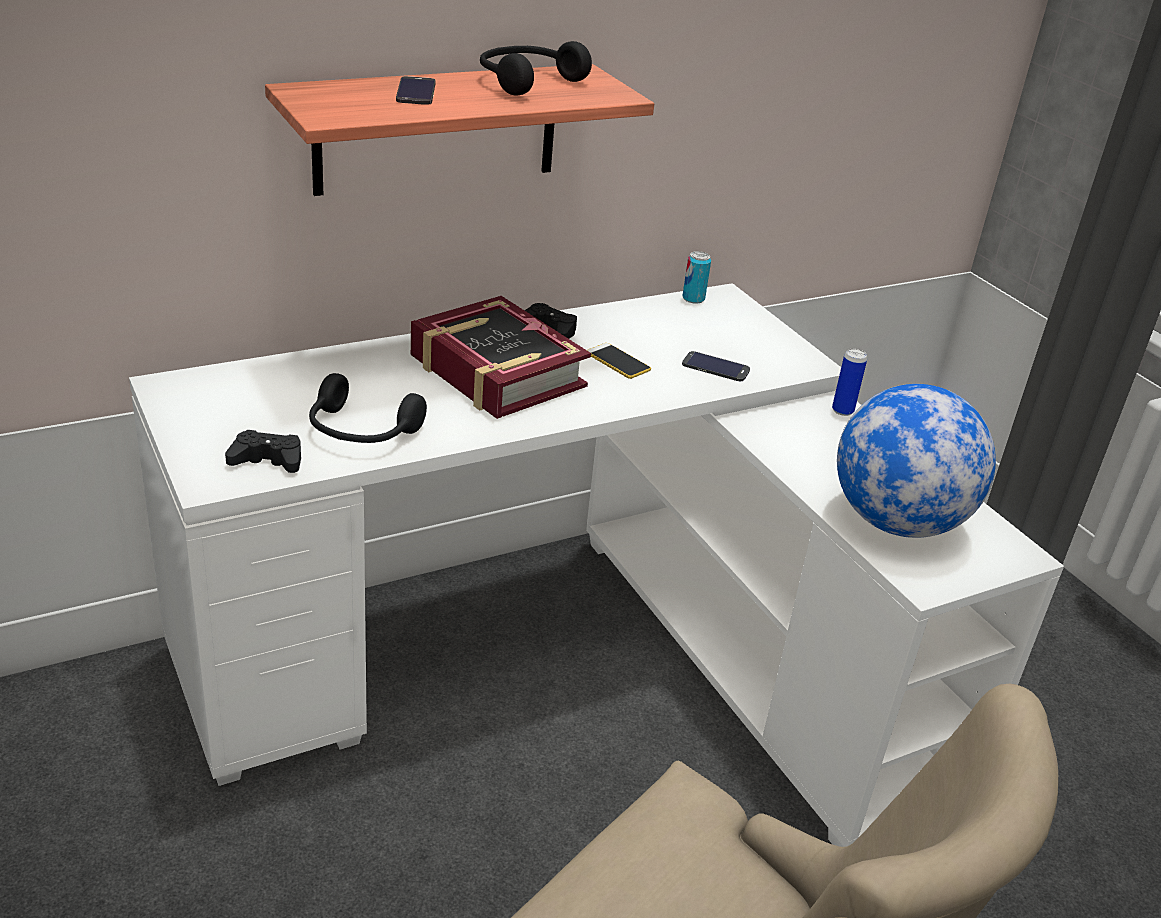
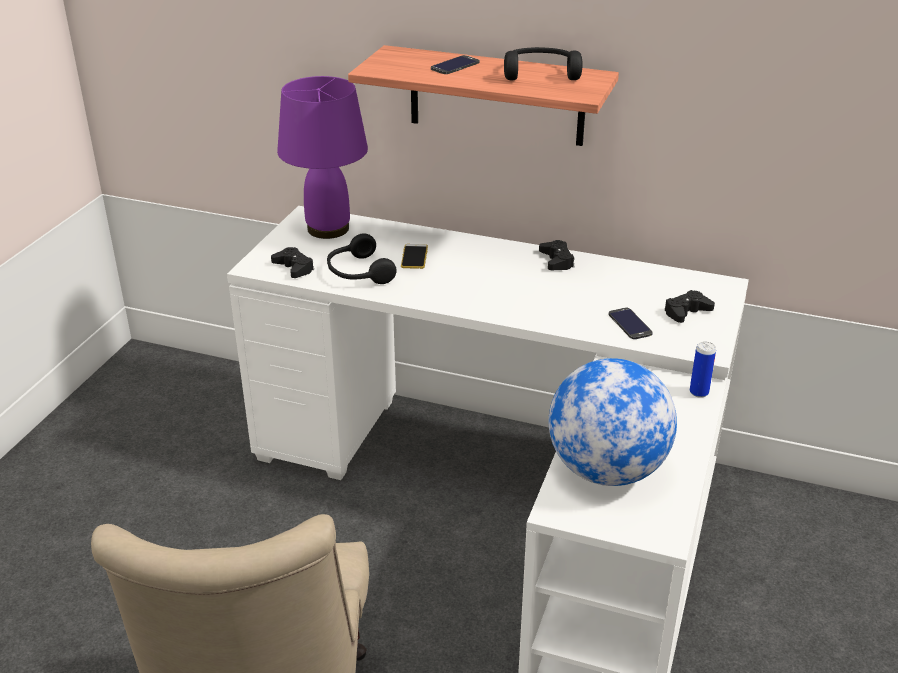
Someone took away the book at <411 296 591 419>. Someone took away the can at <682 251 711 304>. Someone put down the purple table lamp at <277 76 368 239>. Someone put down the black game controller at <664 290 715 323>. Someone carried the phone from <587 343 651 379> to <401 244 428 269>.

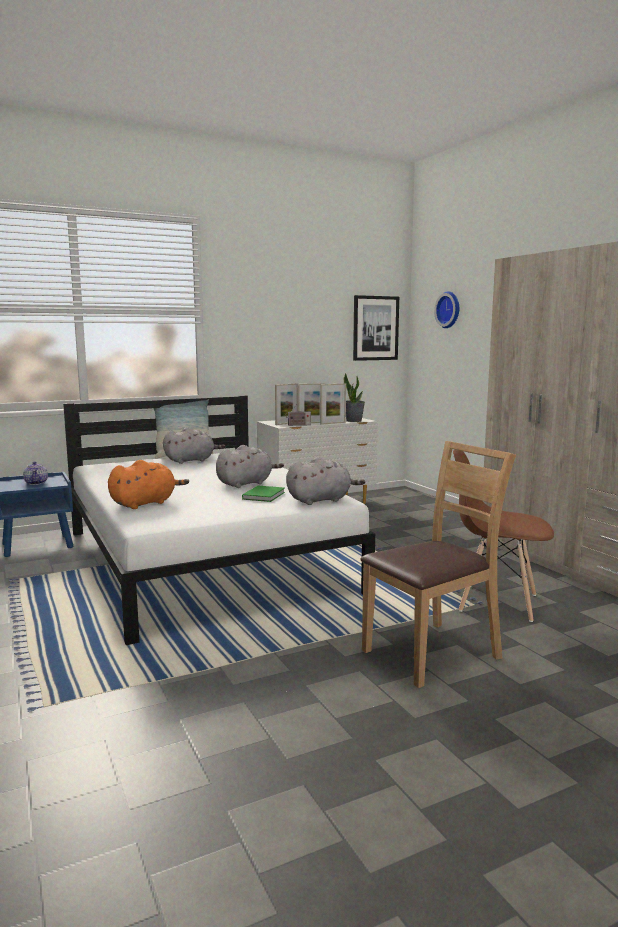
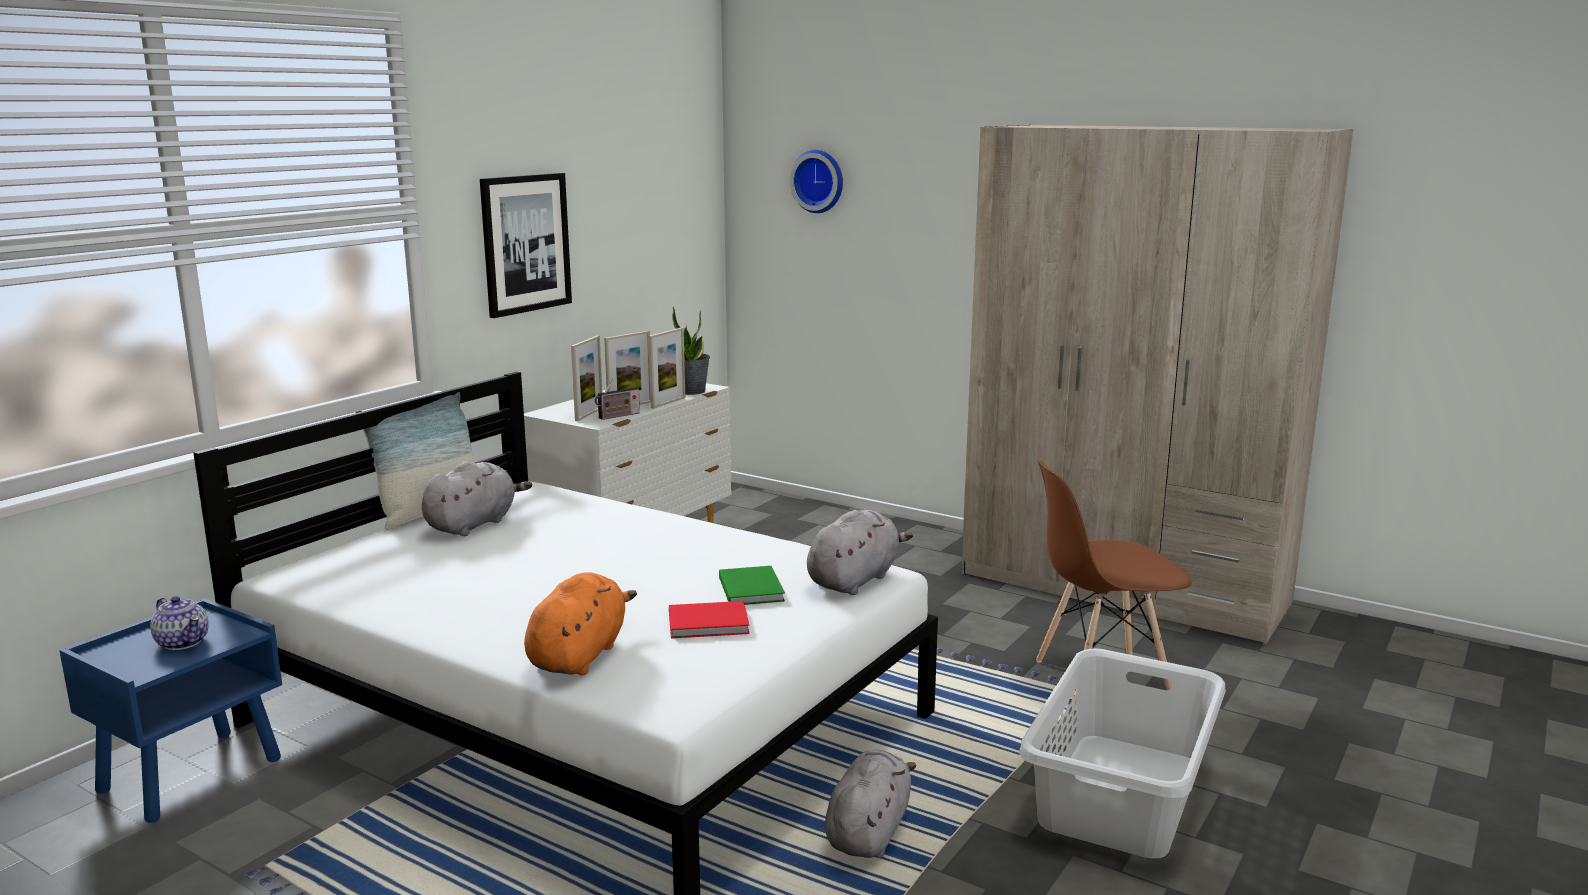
Someone put down the red book at <669 601 749 639>. Someone carried the grey plush toy from <216 445 284 488> to <825 750 916 858>. Someone carried the picture from <353 295 399 361> to <480 173 572 318>. Someone swapped the brown chair at <361 441 516 688> for the grey laundry basket at <1019 648 1226 859>.

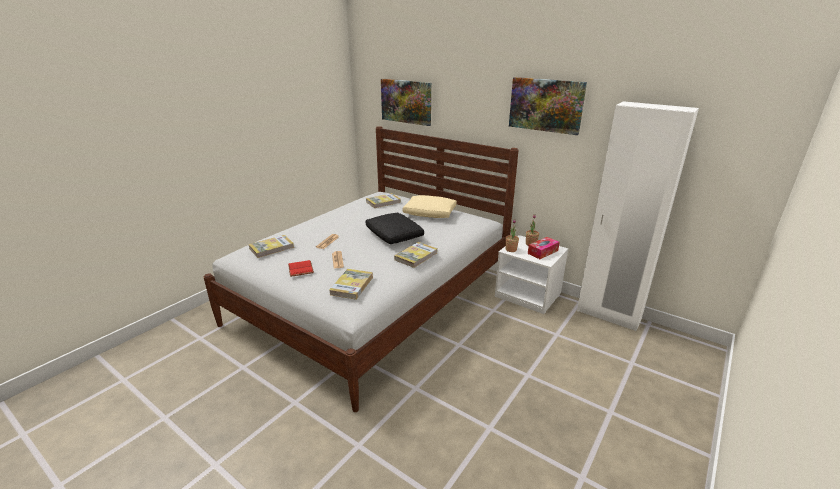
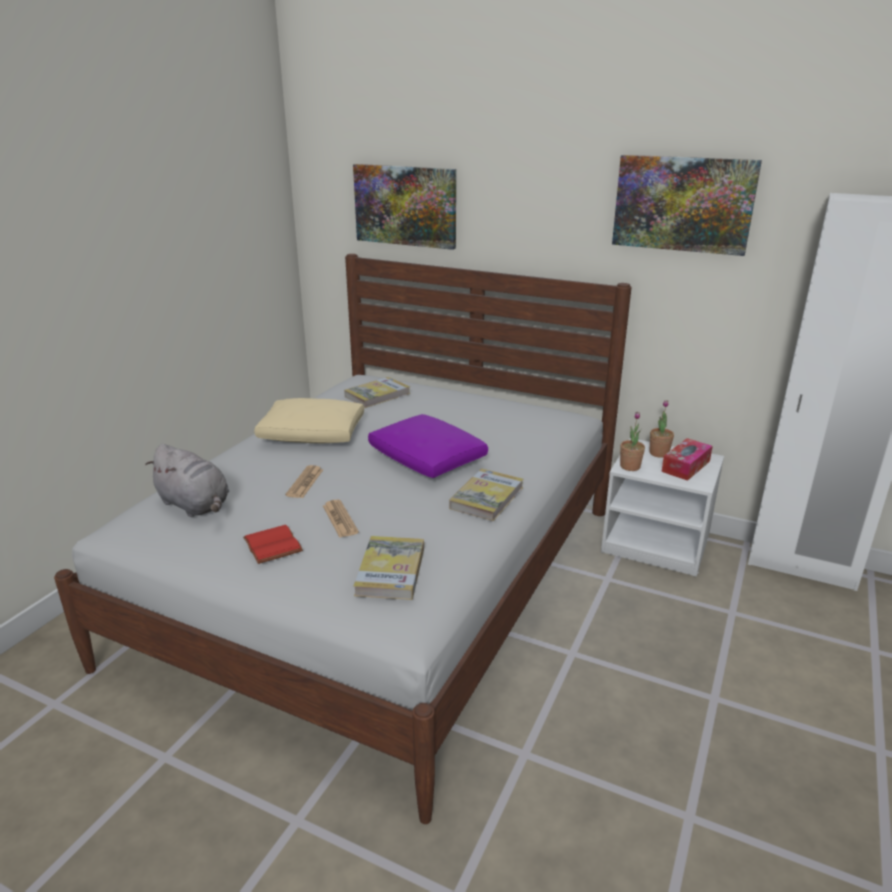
Someone carried the beige pillow from <402 195 457 218> to <254 398 364 443>. Someone swapped the book at <249 235 294 258> for the grey plush toy at <145 444 229 517>. Someone repainted the black pillow at <365 213 424 244>, which became the purple pillow at <368 414 488 478>.

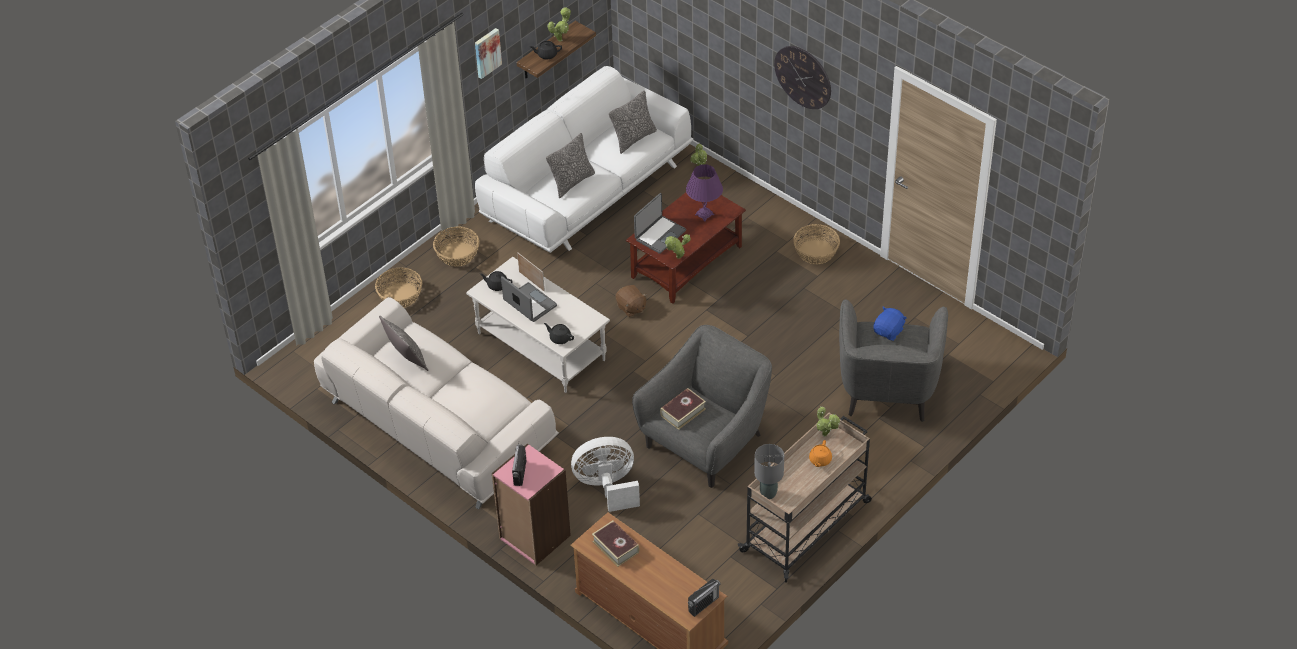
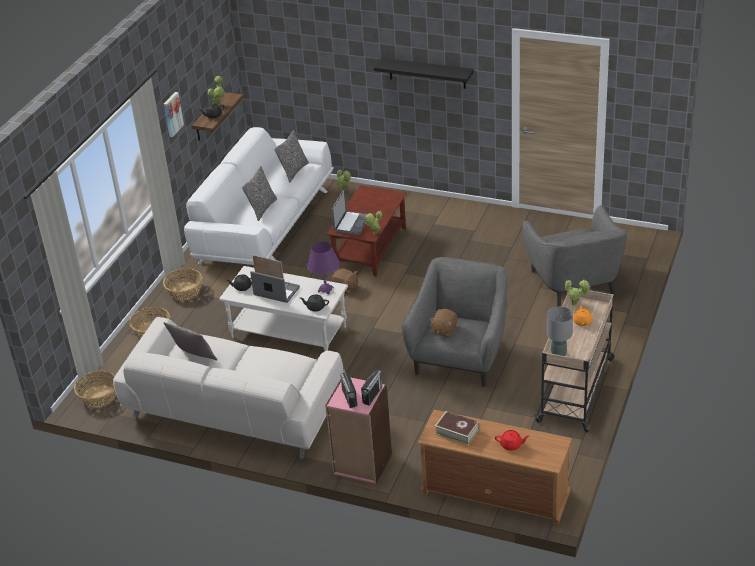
Someone took away the white fan at <571 437 640 512>. Someone took away the blue plush toy at <874 306 907 341>. Someone put down the red teapot at <495 430 530 450>. Someone carried the purple table lamp from <686 164 723 222> to <307 241 340 295>. Someone carried the radio from <688 579 721 617> to <361 370 382 406>. Someone carried the basket from <793 224 840 264> to <74 370 116 407>. Someone swapped the book at <660 388 706 430> for the brown plush toy at <429 309 457 337>. Someone swapped the wall clock at <774 46 831 109> for the black shelf at <374 58 474 89>.

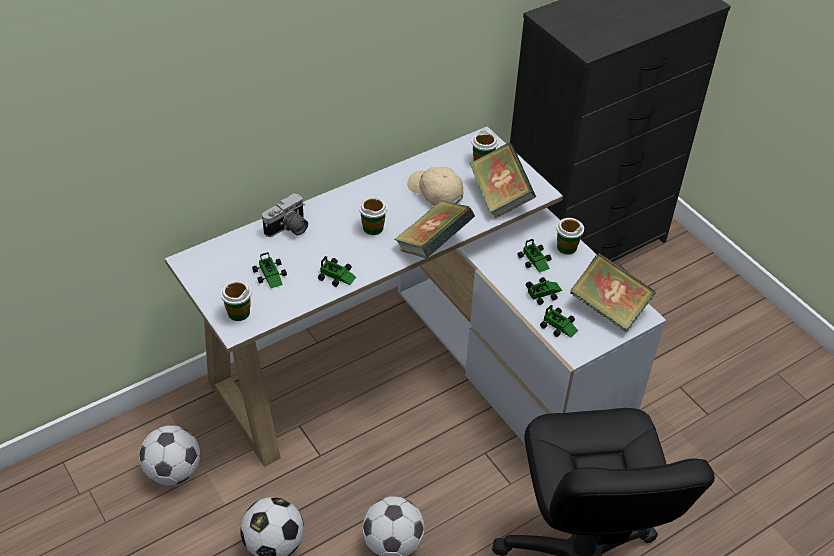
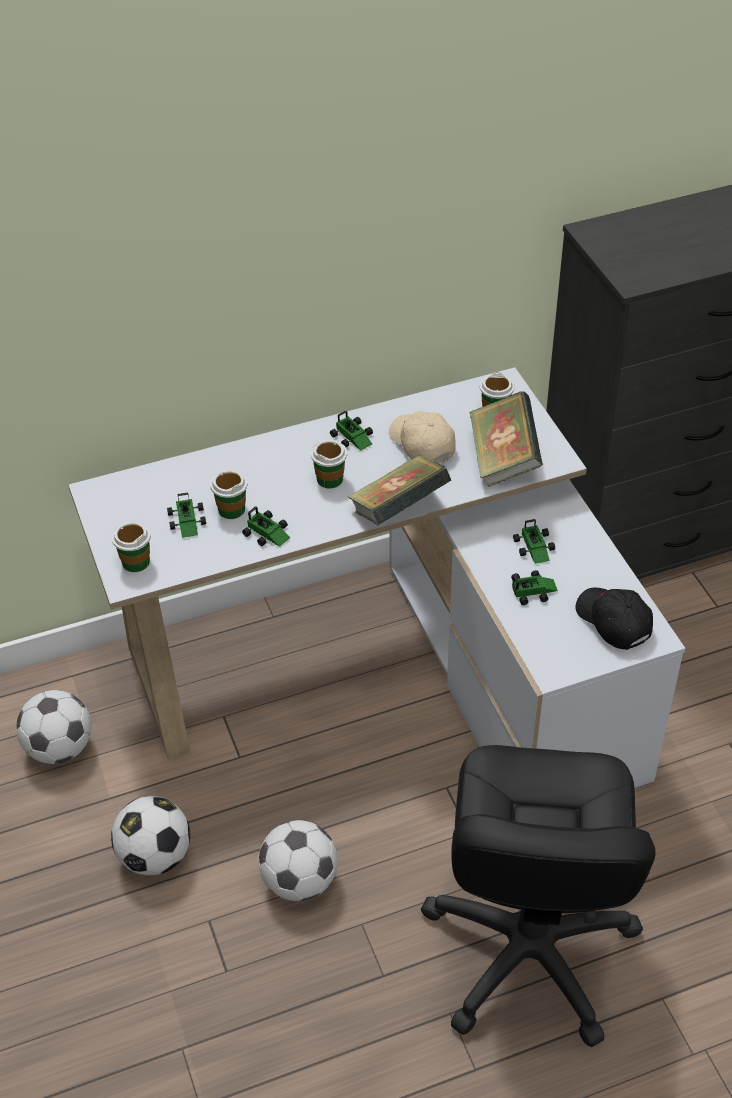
Someone took away the photo camera at <262 193 308 237>. Someone carried the toy car from <540 305 578 337> to <330 411 373 451>. Someone carried the cup from <556 218 584 255> to <210 470 247 519>. Someone swapped the book at <570 253 656 333> for the black cap at <576 587 653 650>.

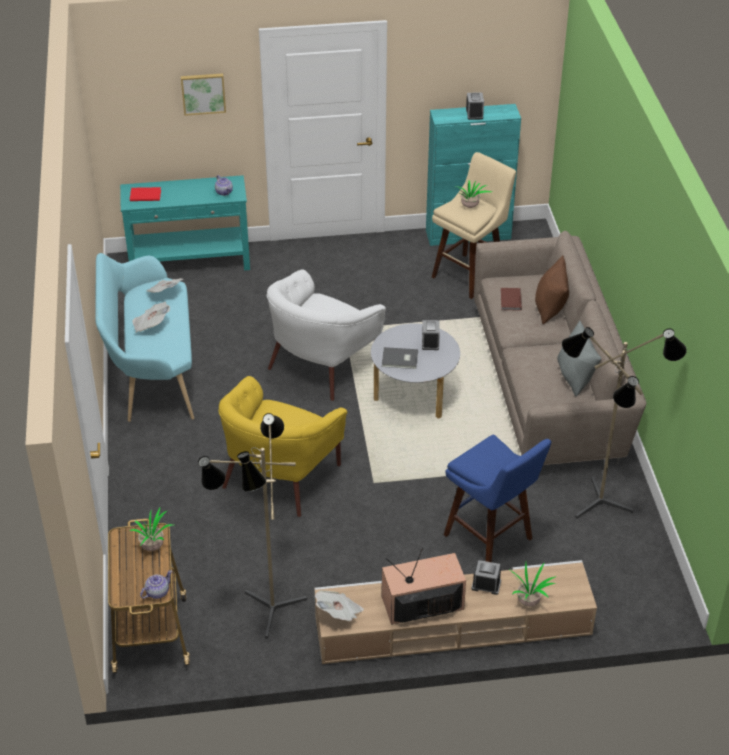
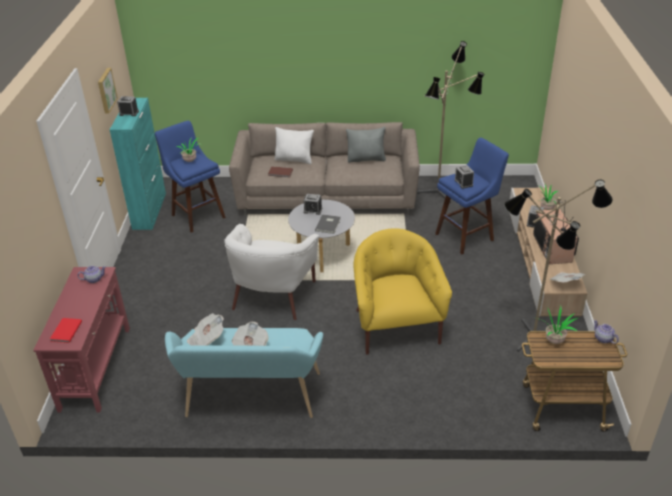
Someone put down the alarm clock at <454 165 474 189>. Someone carried the picture from <181 73 226 116> to <98 68 118 114>. Someone repainted the turquoise console table at <120 175 250 271>, which became the red console table at <33 267 130 413>. Someone repainted the beige stool at <432 152 516 299>, which became the blue stool at <155 121 226 233>. Someone repainted the brown pillow at <535 255 569 324>, which became the white pillow at <275 127 314 164>. Someone rotated the yellow armchair at <218 376 347 517> by 135 degrees counterclockwise. Someone rotated the white armchair at <266 269 386 401> by 60 degrees clockwise.

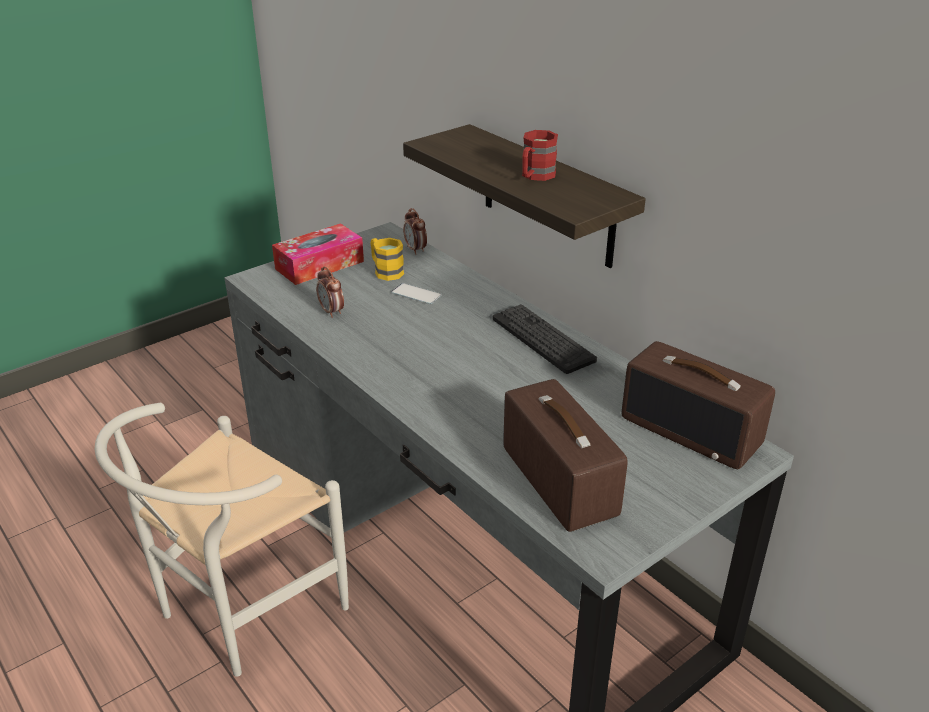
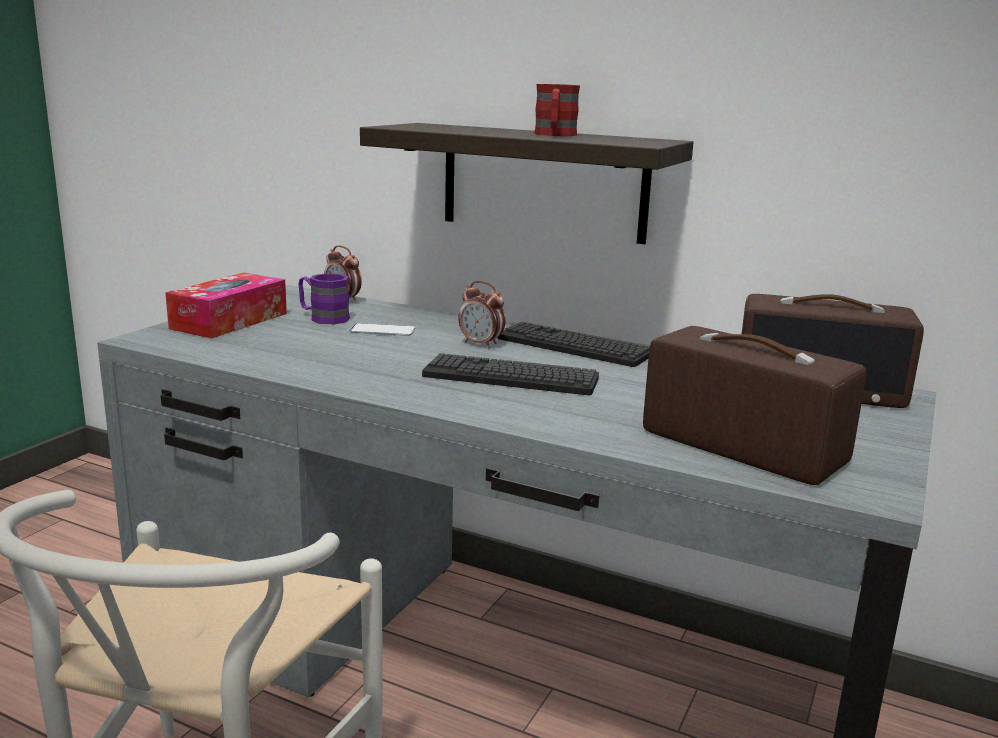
Someone put down the keyboard at <422 353 599 395>. Someone carried the alarm clock from <316 267 344 318> to <458 281 506 348>. Someone repainted the yellow mug at <371 238 404 281>, which became the purple mug at <298 273 350 324>.

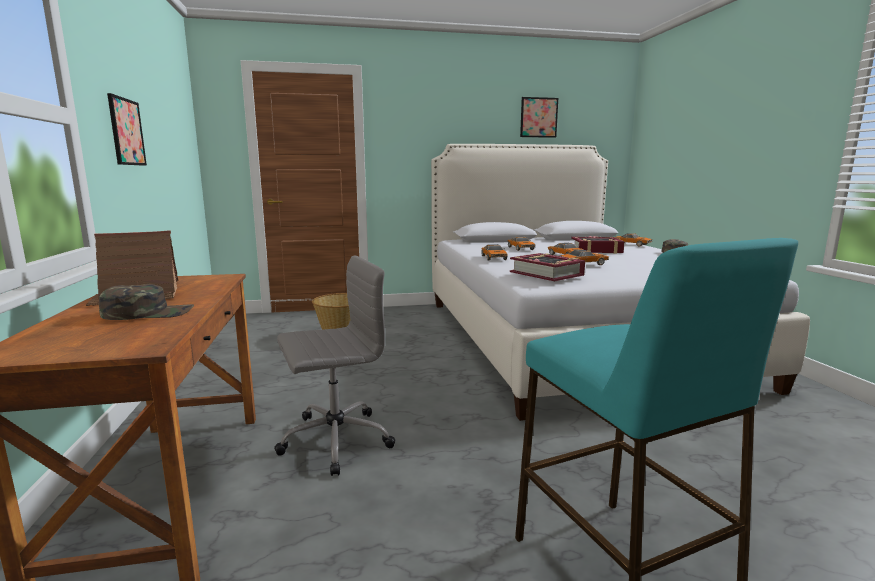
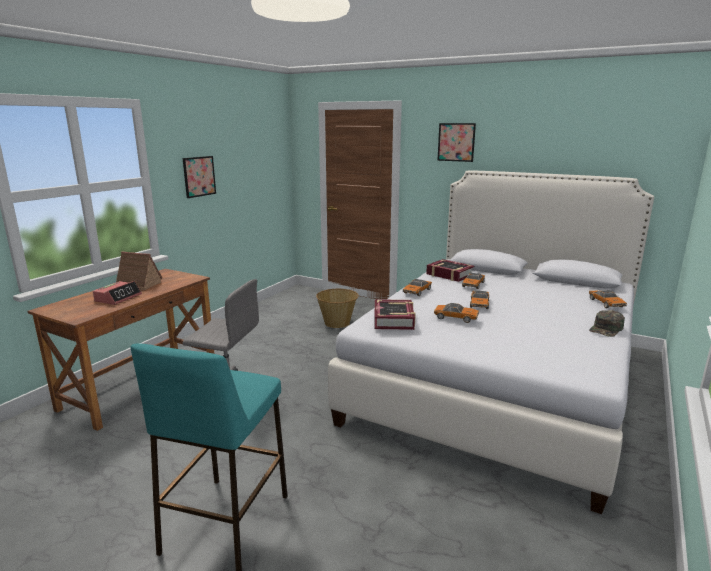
Someone carried the picture from <520 97 558 138> to <437 123 476 162>. Someone carried the book from <571 236 625 254> to <426 259 474 282>. Someone swapped the green cap at <99 284 194 320> for the alarm clock at <93 281 142 305>.

